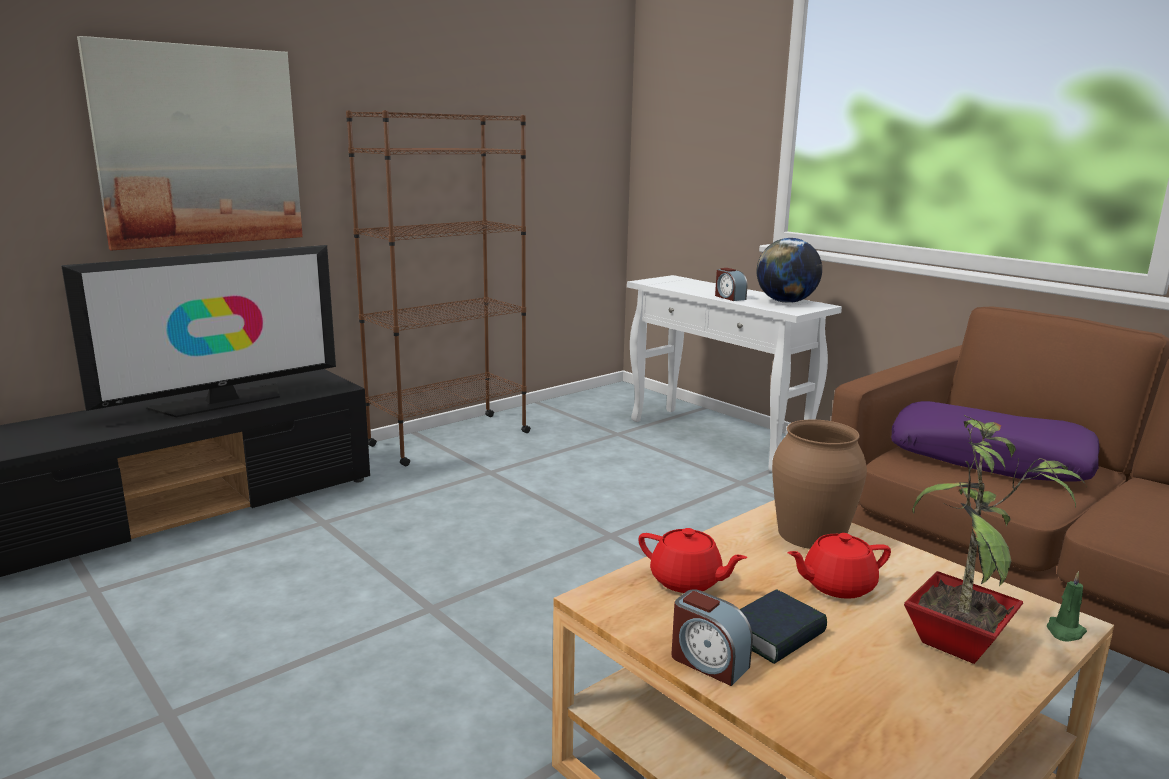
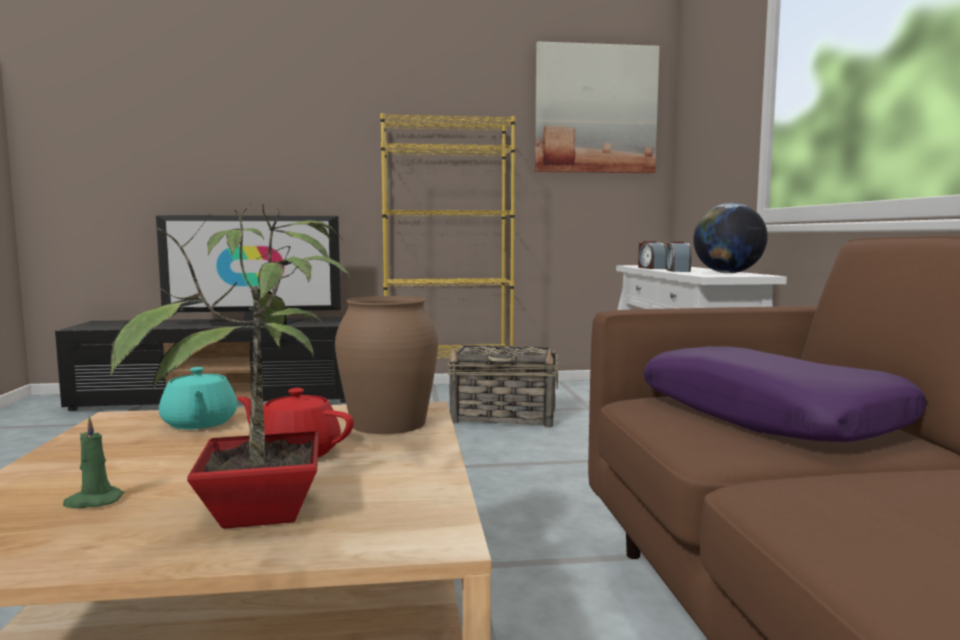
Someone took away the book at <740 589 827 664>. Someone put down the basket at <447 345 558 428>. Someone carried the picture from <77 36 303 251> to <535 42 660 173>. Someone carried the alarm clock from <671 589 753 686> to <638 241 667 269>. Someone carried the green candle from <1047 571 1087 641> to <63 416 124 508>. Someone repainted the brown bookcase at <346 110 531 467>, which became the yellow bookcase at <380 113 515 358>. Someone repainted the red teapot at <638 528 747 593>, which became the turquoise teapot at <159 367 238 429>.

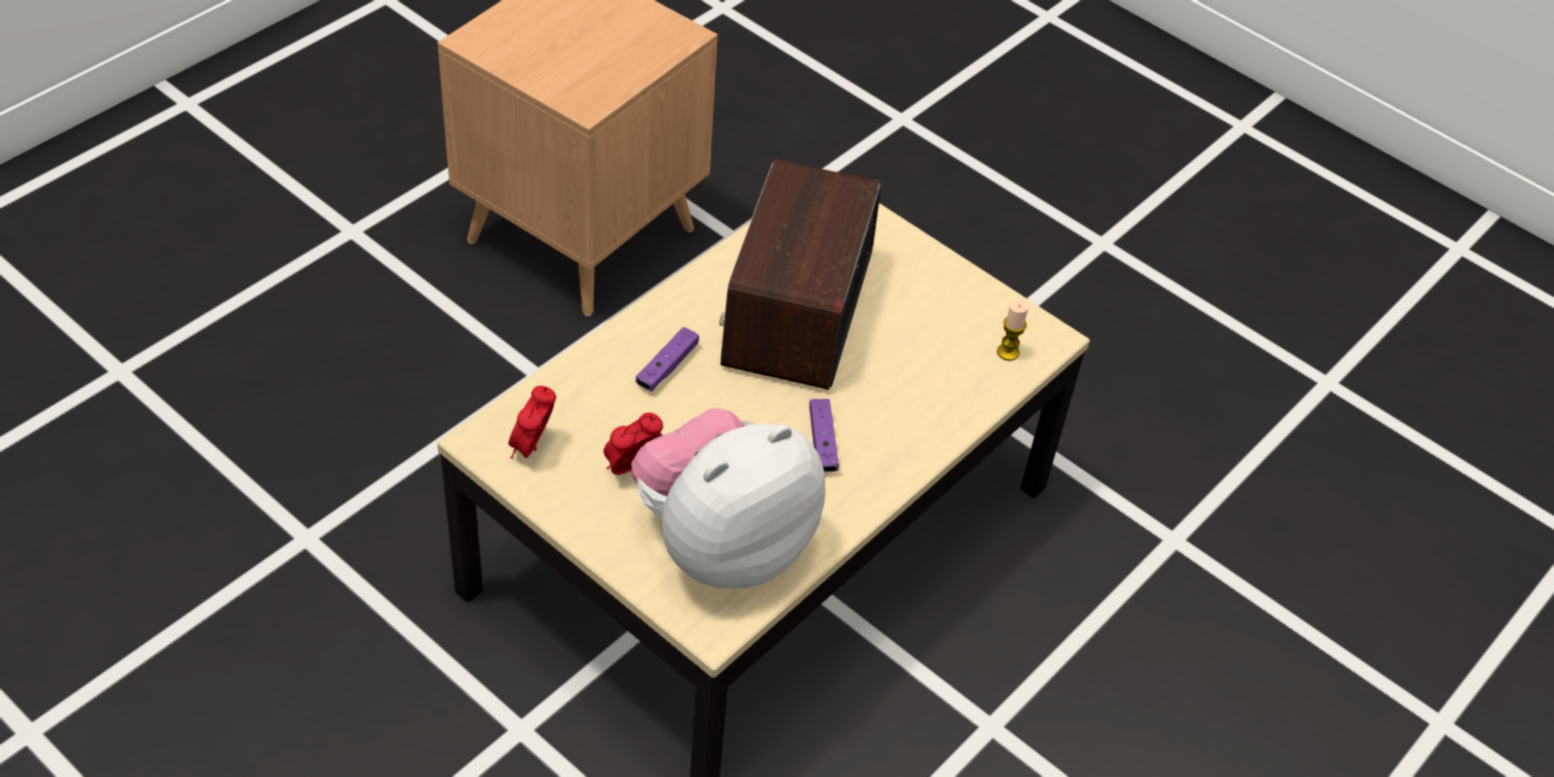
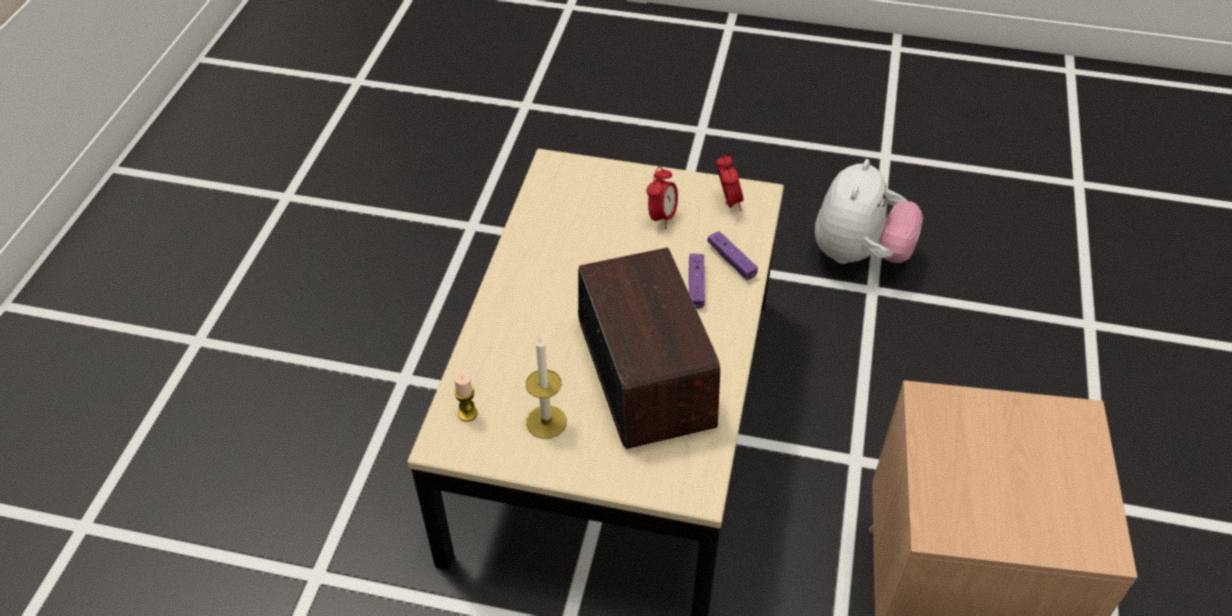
Someone put down the candle at <526 337 567 439>. Someone carried the plush toy from <631 408 825 589> to <815 159 923 264>. Someone carried the purple game controller from <809 399 839 472> to <707 231 758 280>.

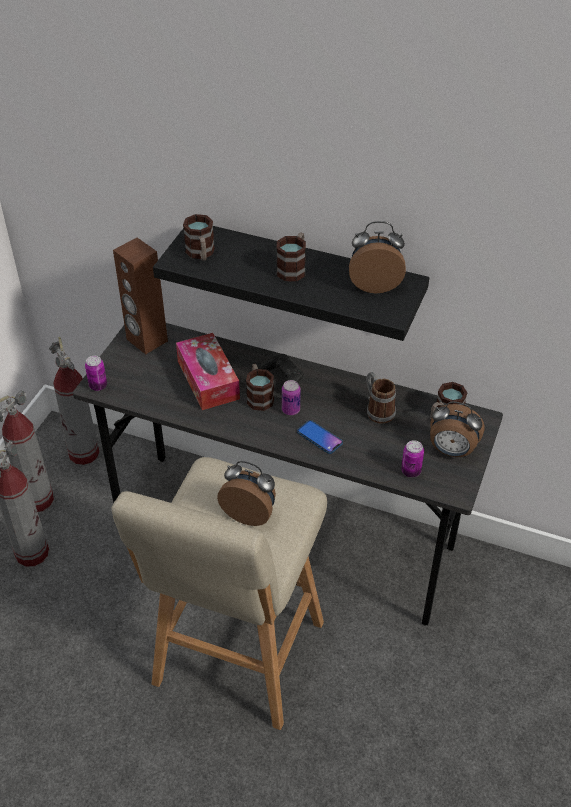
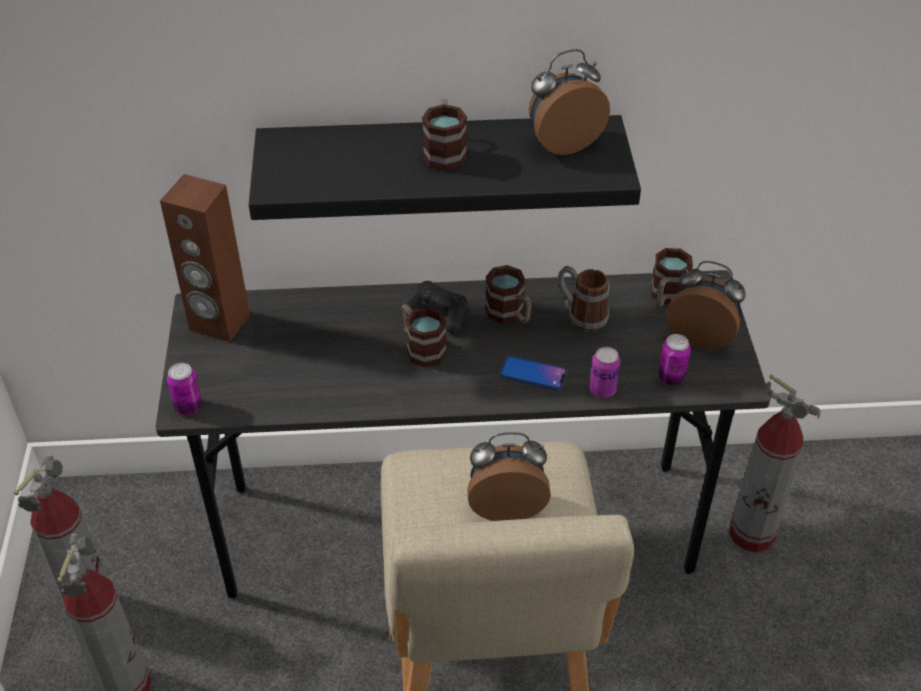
Someone took away the tissue box at <176 333 240 410>. Someone carried the fire extinguisher from <49 337 99 465> to <729 374 822 552>. Someone carried the mug from <183 214 215 261> to <485 265 532 324>. Someone carried the can from <282 380 301 415> to <590 347 620 398>. Someone rotated the alarm clock at <430 401 484 457> by 150 degrees counterclockwise.

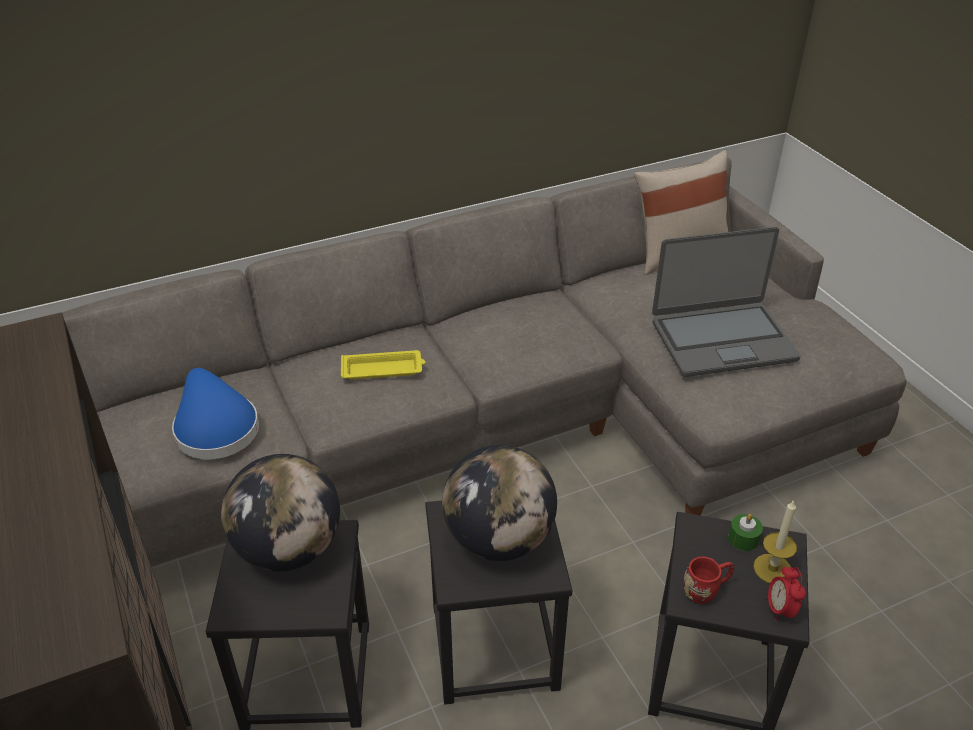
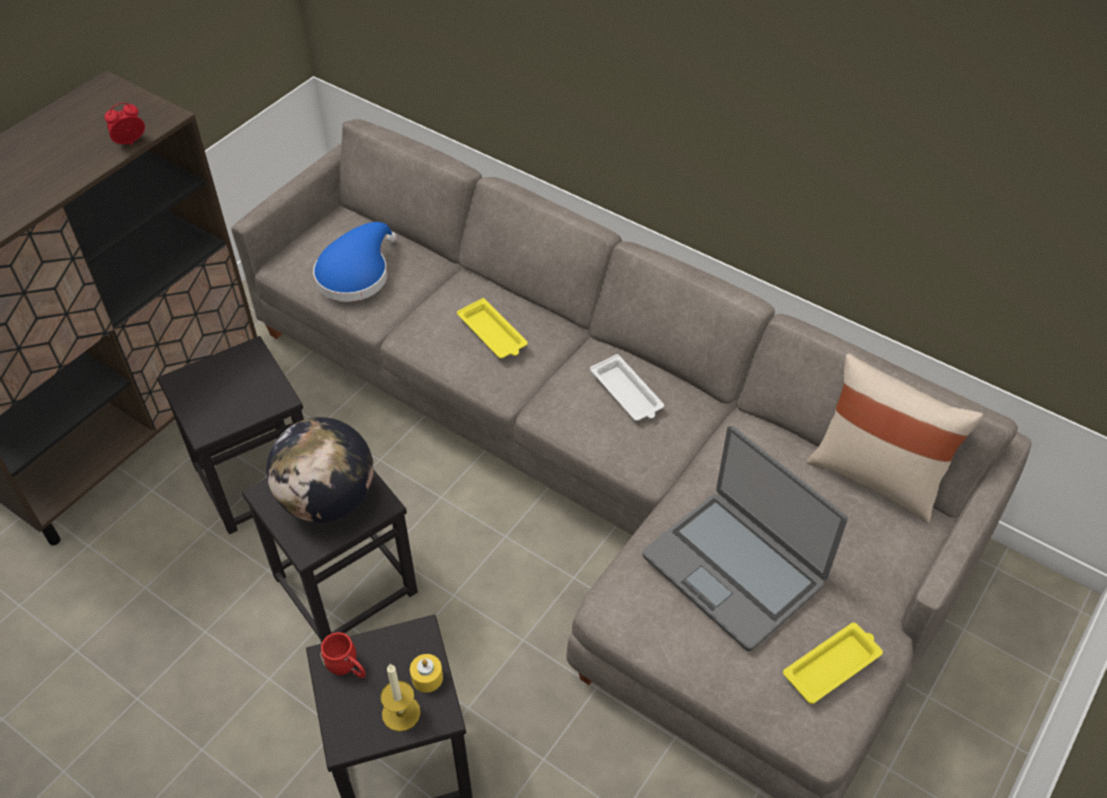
Someone took away the globe at <221 454 340 571>. Someone put down the white tray at <590 354 664 421>. Someone put down the yellow tray at <783 623 883 704>. Someone carried the alarm clock from <767 567 806 622> to <105 102 145 145>. Someone repainted the green candle at <728 514 763 551>, which became the yellow candle at <410 654 443 693>.

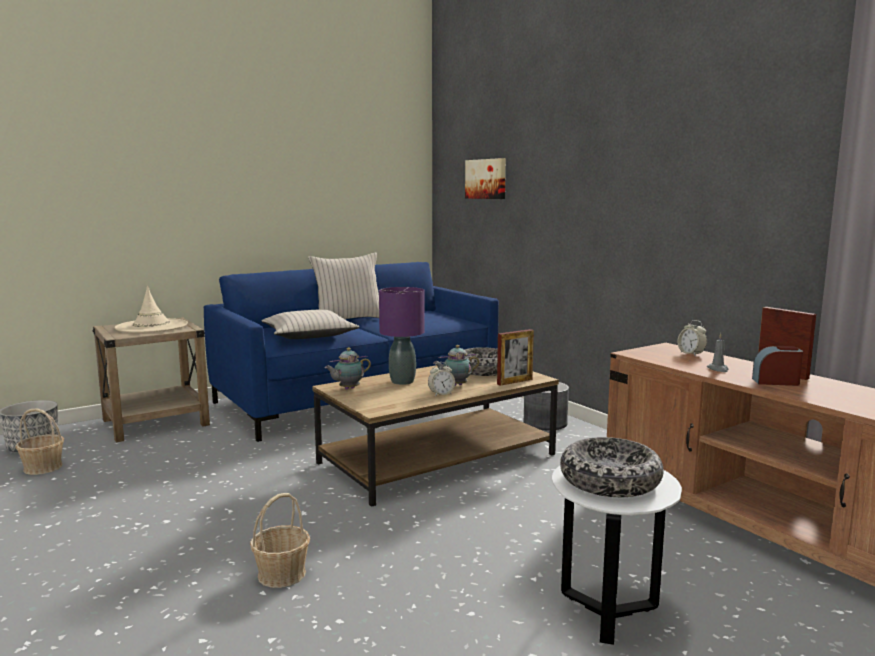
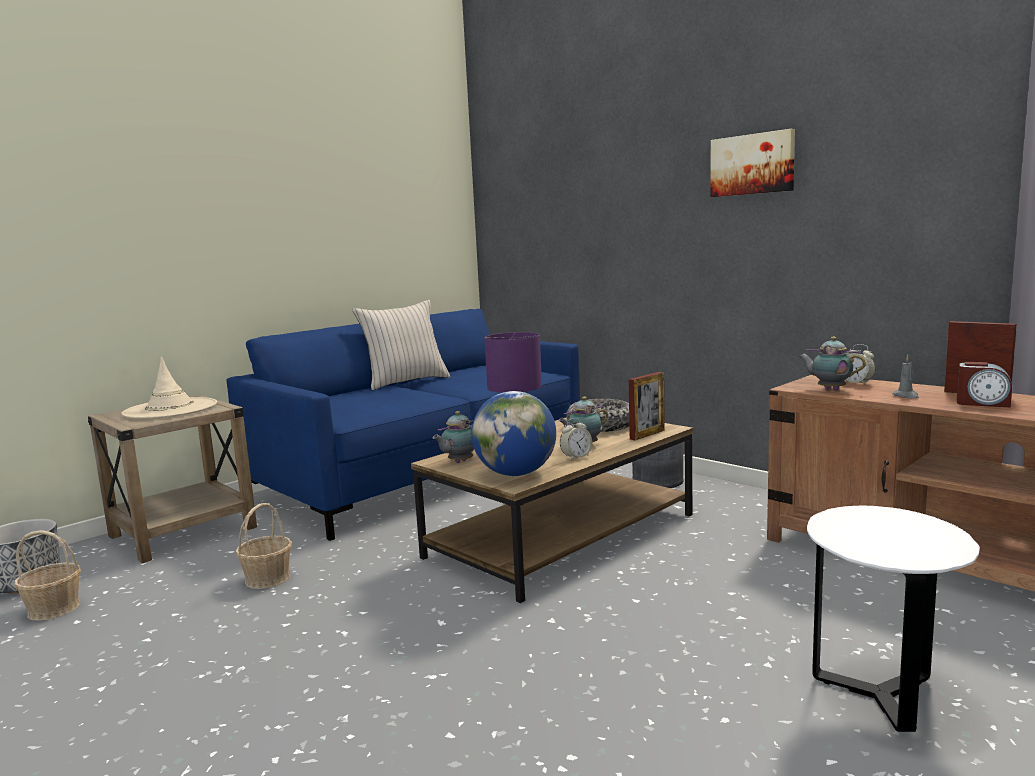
Someone took away the beige pillow at <262 309 359 339>. Someone took away the bowl at <560 437 664 497>. Someone put down the globe at <471 391 556 476>. Someone put down the teapot at <799 337 866 390>. Someone carried the basket from <250 493 310 588> to <236 503 292 589>. Someone carried the picture from <465 158 506 199> to <710 129 795 197>. Someone rotated the alarm clock at <752 346 803 386> by 150 degrees counterclockwise.

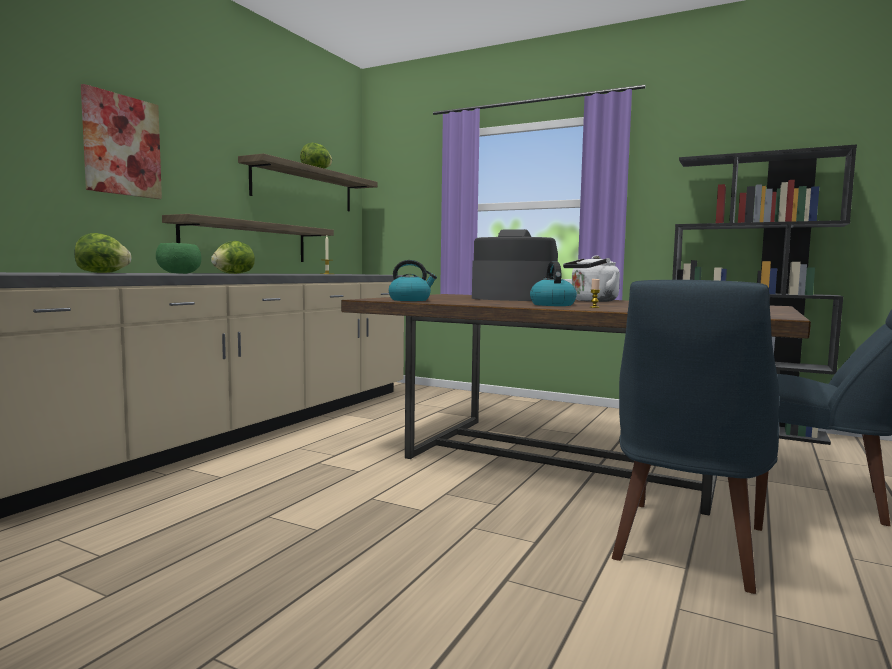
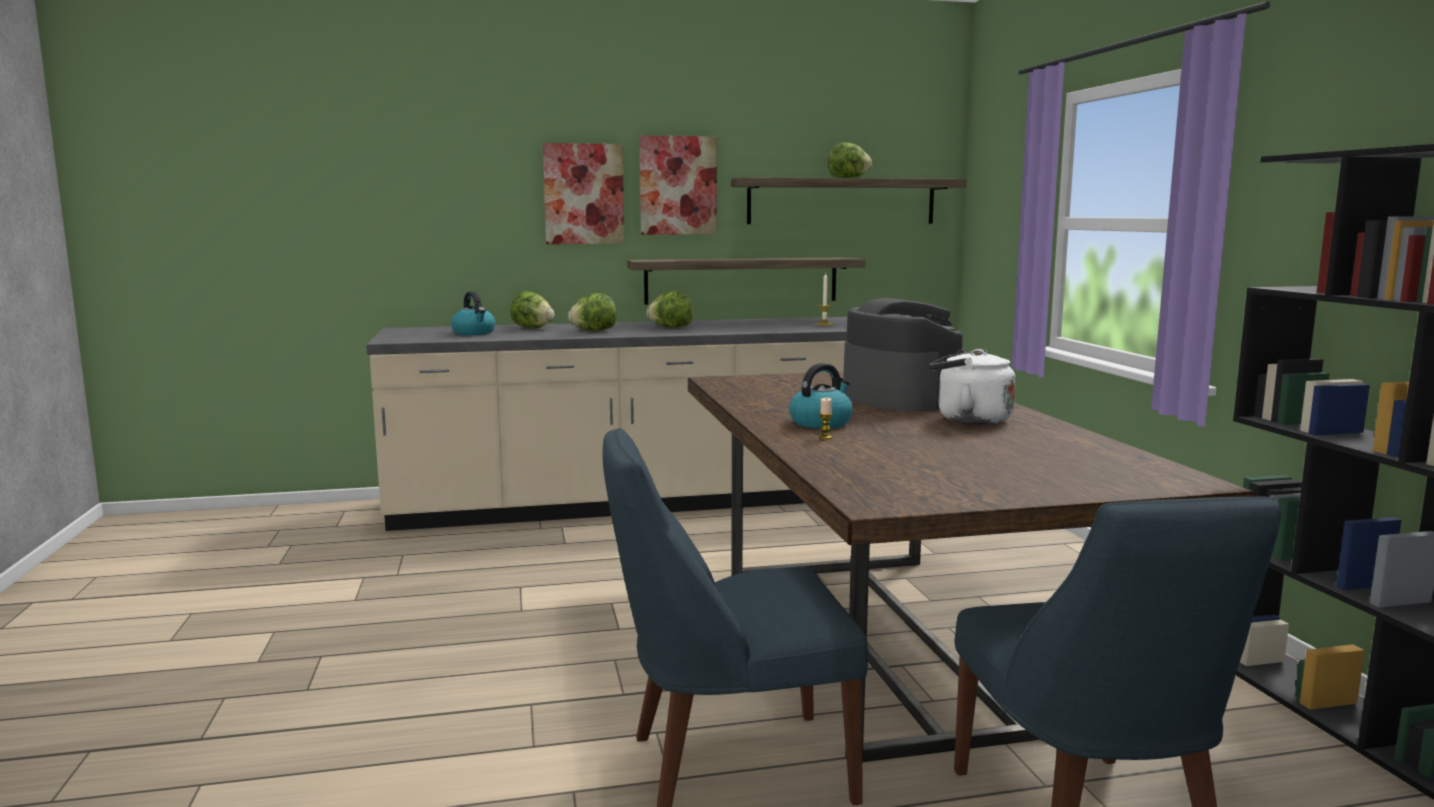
Someone put up the picture at <639 135 717 235>. Someone carried the kettle from <389 260 437 301> to <451 291 496 335>. Someone swapped the green bowl at <156 243 201 274> for the lettuce at <568 293 617 331>.

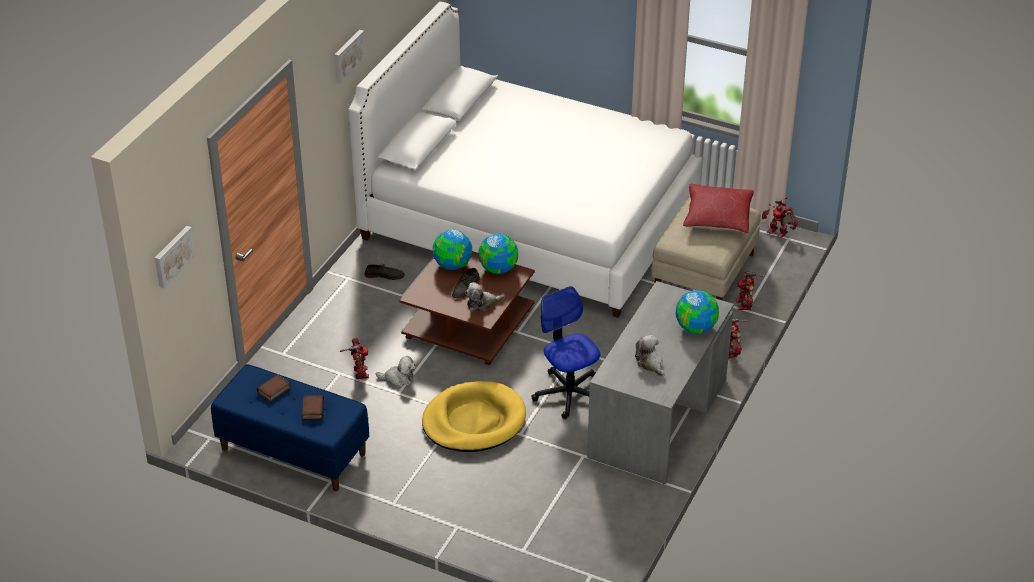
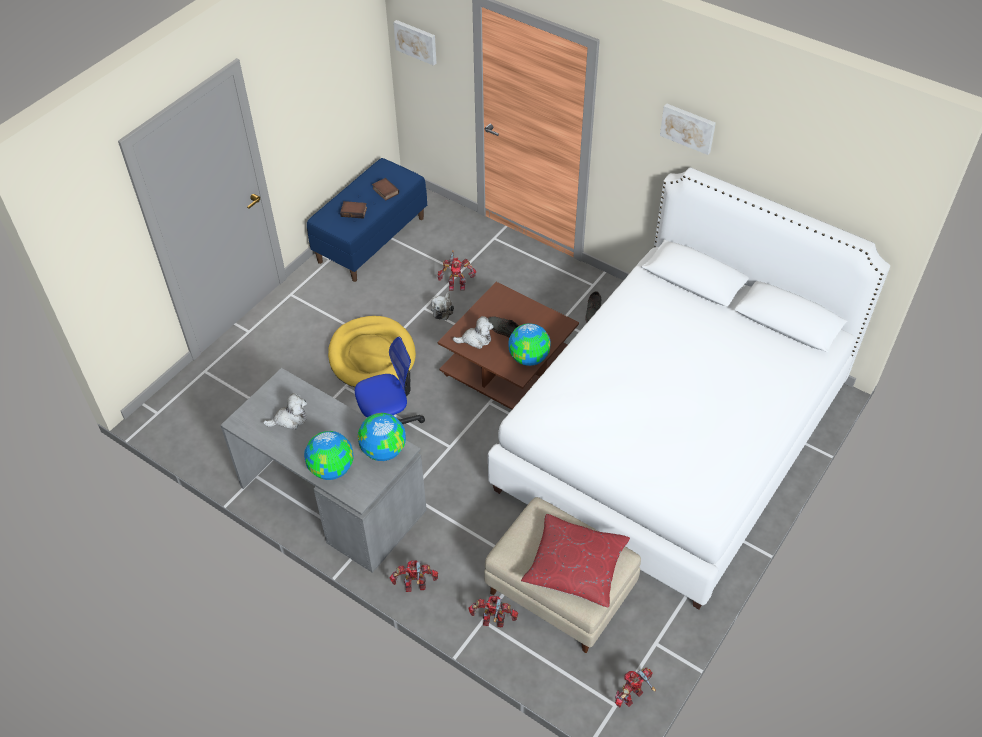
Someone carried the globe from <433 230 472 270> to <358 413 406 461>. Someone rotated the plush toy at <465 282 505 312> by 90 degrees clockwise.

